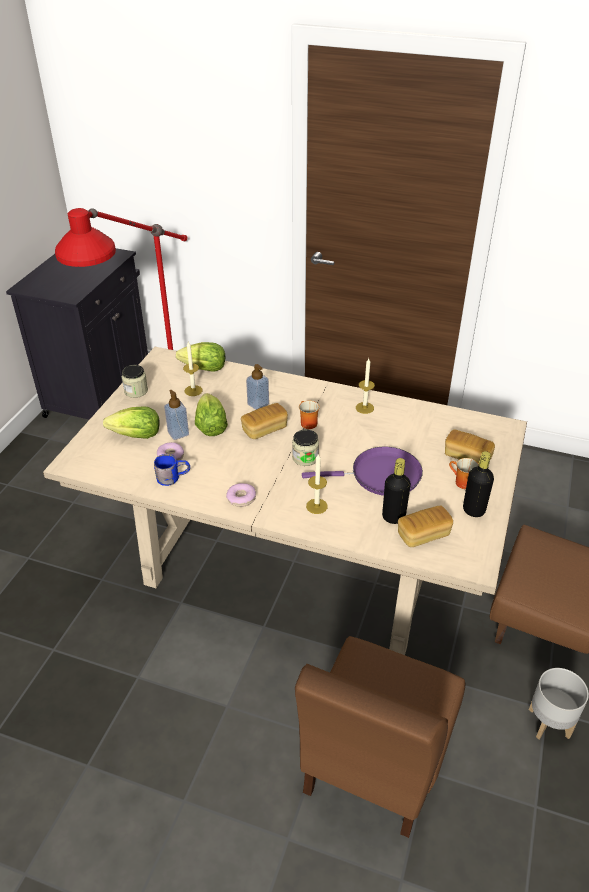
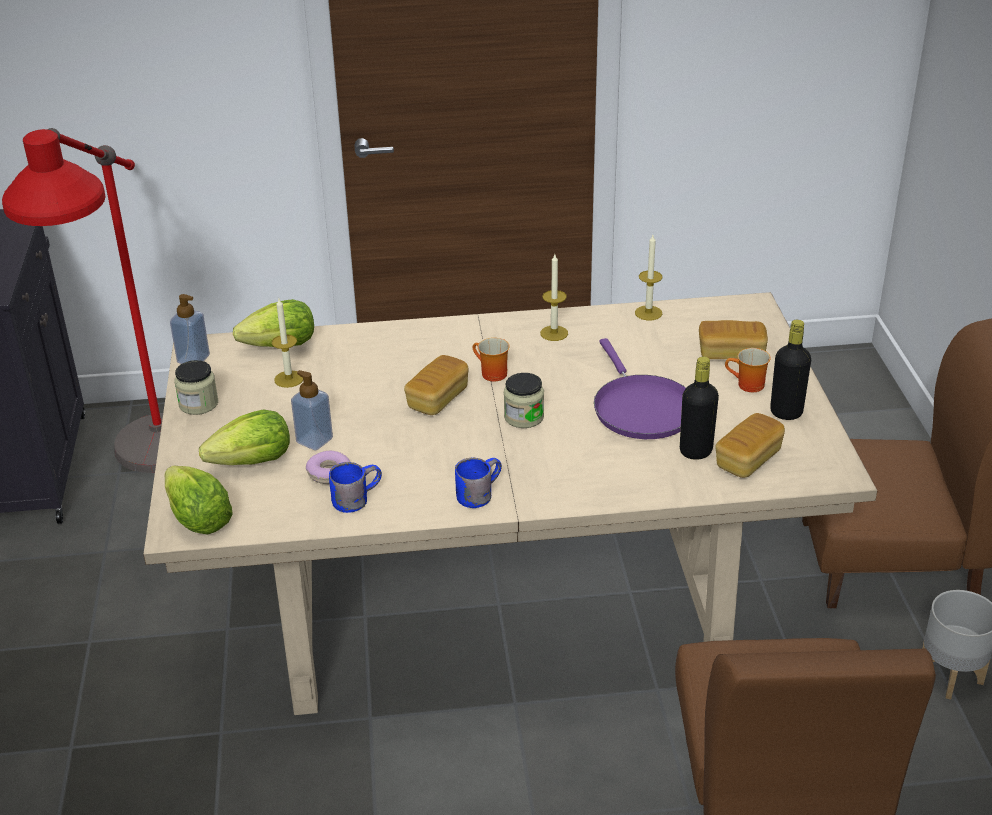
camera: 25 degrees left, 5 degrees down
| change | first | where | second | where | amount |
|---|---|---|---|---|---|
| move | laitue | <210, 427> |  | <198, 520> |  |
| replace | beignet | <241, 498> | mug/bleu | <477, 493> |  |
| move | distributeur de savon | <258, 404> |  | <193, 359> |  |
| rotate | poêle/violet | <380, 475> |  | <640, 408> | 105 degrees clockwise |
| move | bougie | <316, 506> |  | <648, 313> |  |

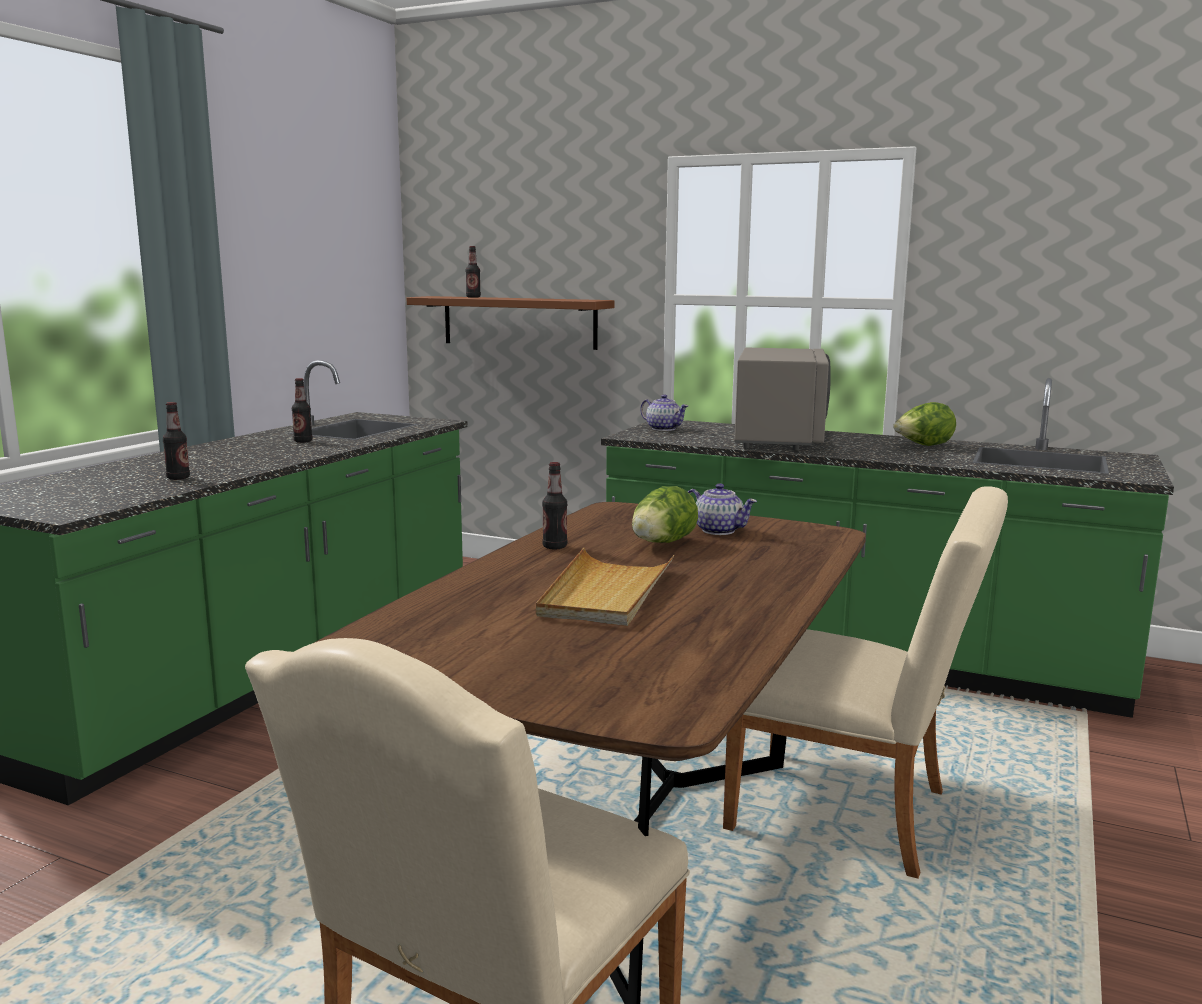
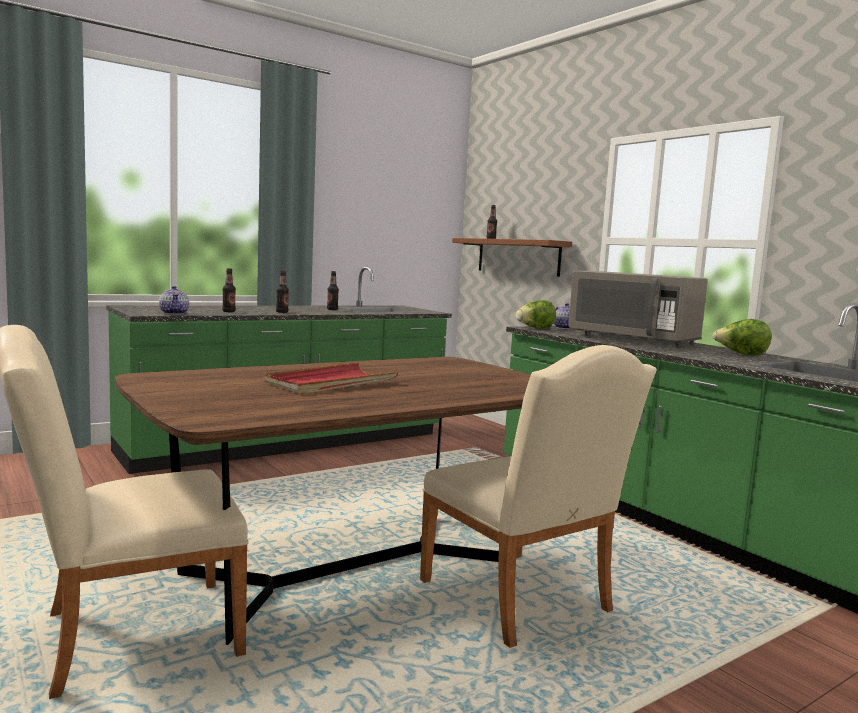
camera: 30 degrees right, 5 degrees down
| change | first | where | second | where | amount |
|---|---|---|---|---|---|
| recolor | plateau/beige | <606, 593> | plateau/rouge | <331, 383> |  |
| move | bouteille | <555, 547> |  | <282, 312> |  |
| move | laitue | <661, 543> |  | <535, 328> |  |
| move | théière | <718, 530> |  | <174, 313> |  |
| rotate | micro-ondes/gris | <778, 439> |  | <633, 339> | 90 degrees clockwise |

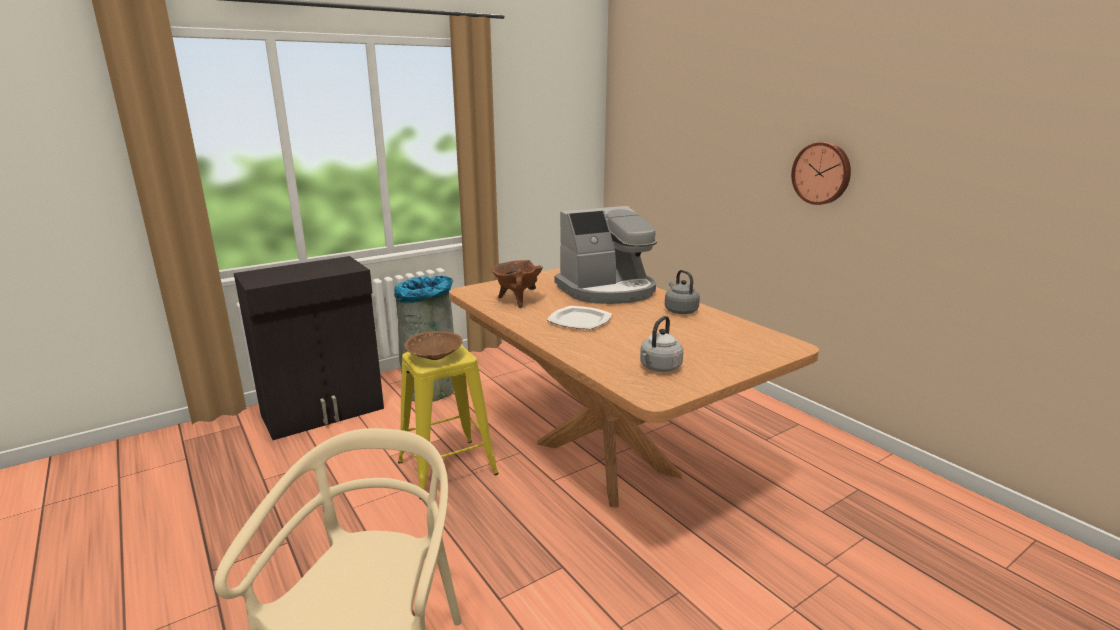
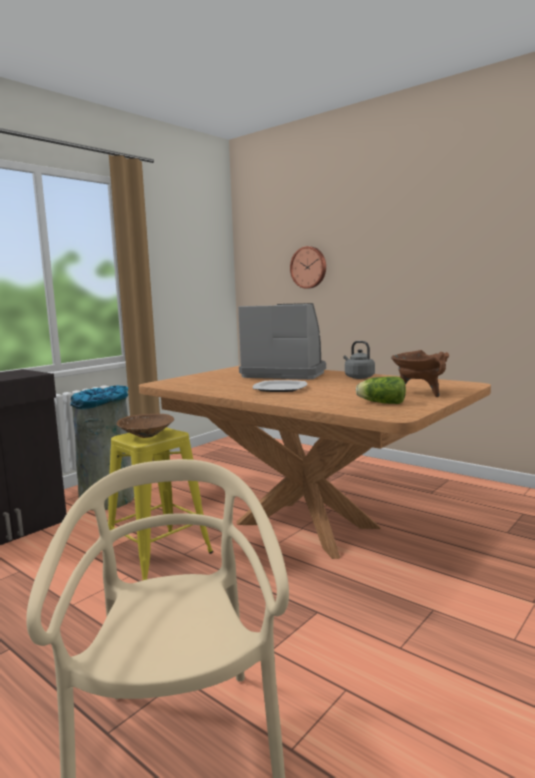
camera: 15 degrees left, 10 degrees down
| change | first | where | second | where | amount |
|---|---|---|---|---|---|
| move | marmite/marron | <517, 301> |  | <420, 393> |  |
| rotate | machine à café | <607, 290> |  | <285, 374> | 120 degrees counterclockwise |
| replace | bouilloire/gris | <659, 368> | laitue | <380, 403> |  |
| move | horloge murale | <822, 173> |  | <309, 267> |  |

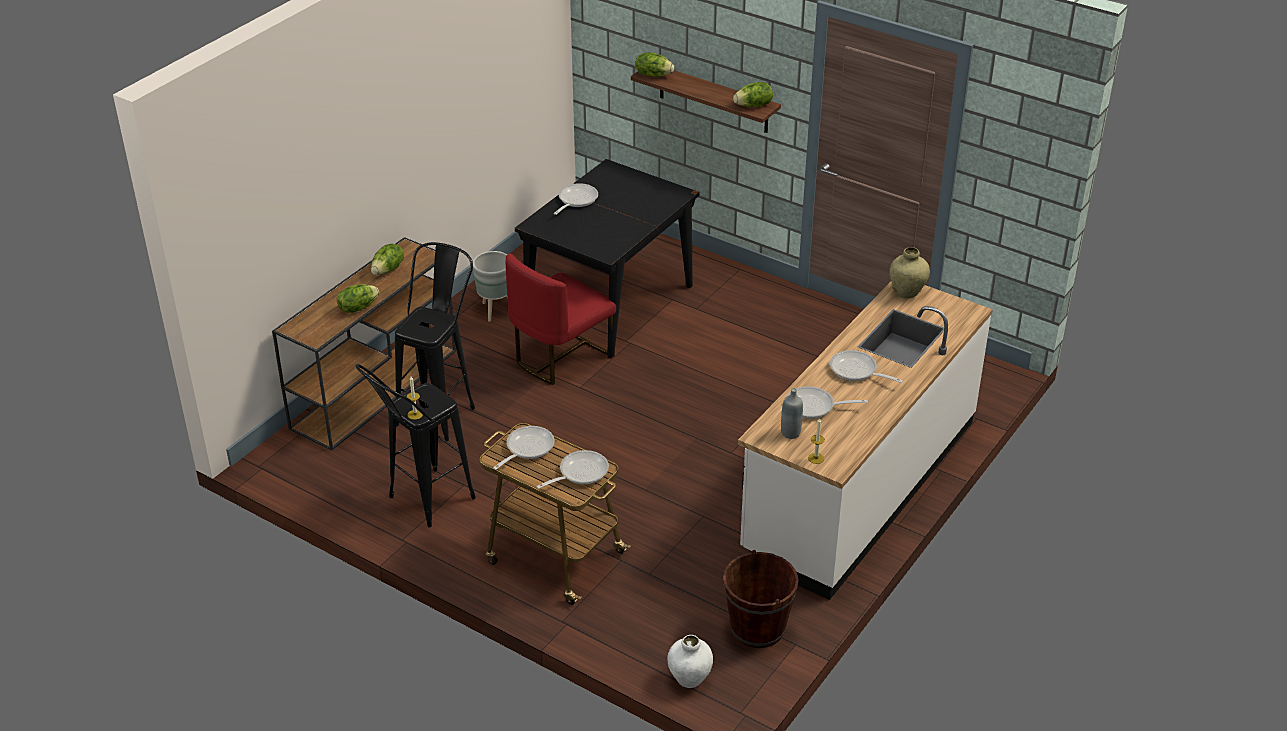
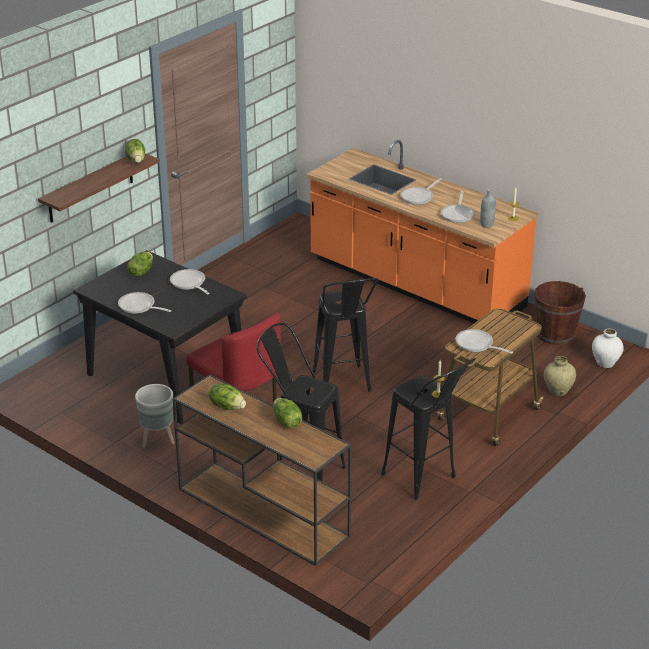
camera: 85 degrees left, 5 degrees down
| change | first | where | second | where | amount |
|---|---|---|---|---|---|
| move | poêle | <579, 473> |  | <189, 284> |  |
| move | laitue | <653, 75> |  | <141, 272> |  |
| recolor | comptoir de cuisine/blanc | <859, 486> | comptoir de cuisine/orange | <415, 284> |  |
| move | vase/beige | <907, 292> |  | <558, 391> |  |
| insert |  |  | tabouret/noir | <344, 388> |  |

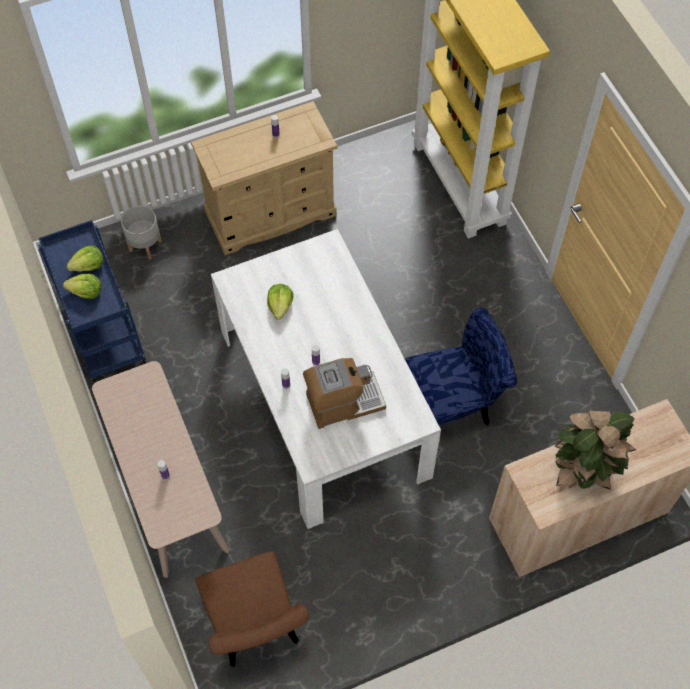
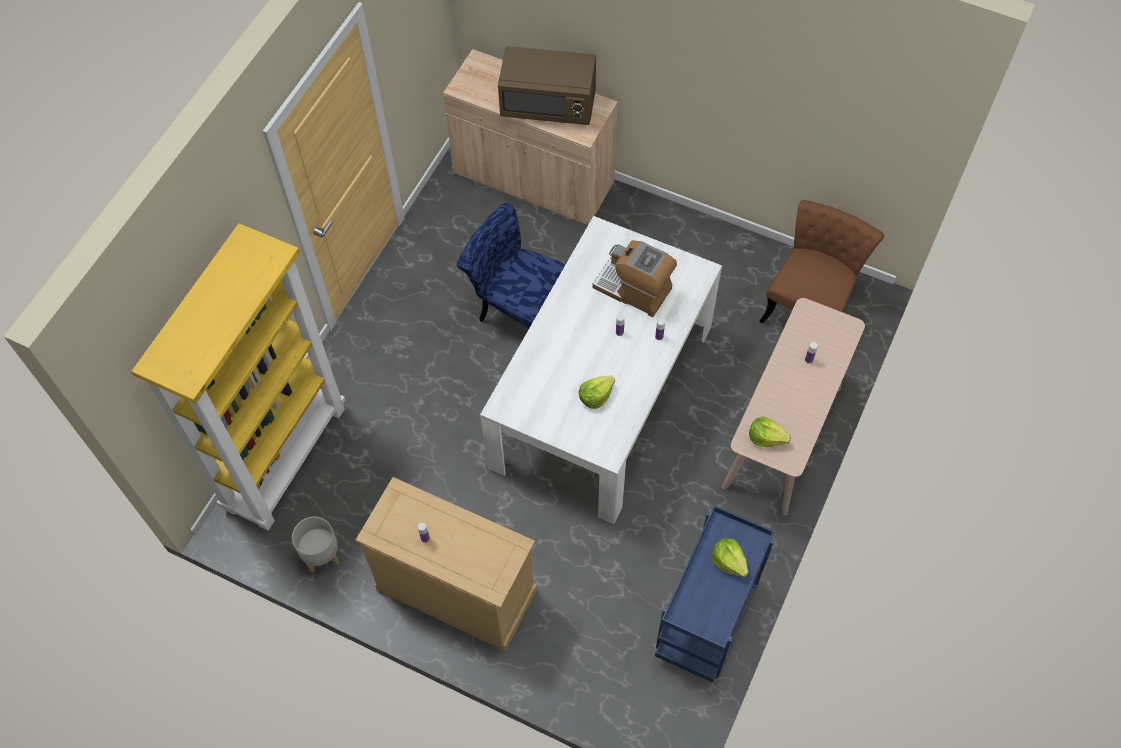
camera: 130 degrees left, 0 degrees up
| change | first | where | second | where | amount |
|---|---|---|---|---|---|
| move | laitue | <88, 266> |  | <766, 437> |  |
| move | cache-pot/gris | <145, 246> |  | <322, 556> |  |
| replace | plante en pot | <583, 470> | micro-ondes/marron | <548, 104> |  |

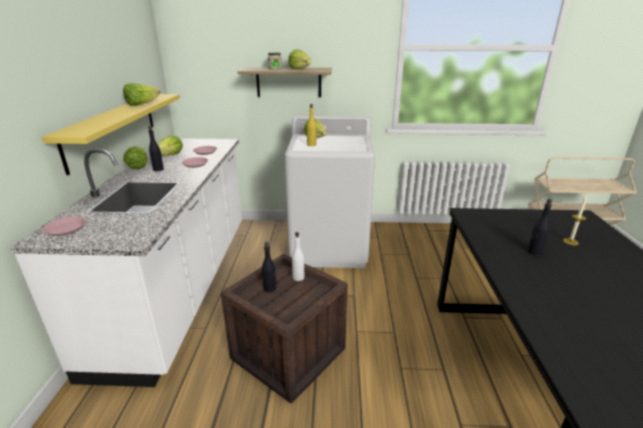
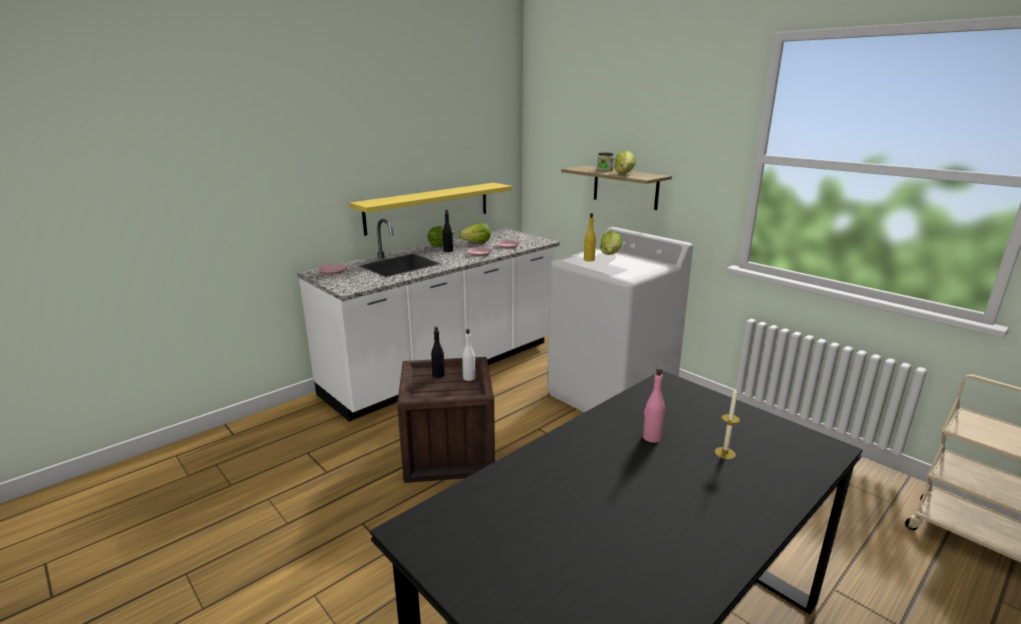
camera: 45 degrees right, 5 degrees down
| change | first | where | second | where | amount |
|---|---|---|---|---|---|
| delete | laitue | <142, 104> |  |  |  |
| recolor | bouteille/noir | <534, 252> | bouteille/rose | <651, 437> |  |

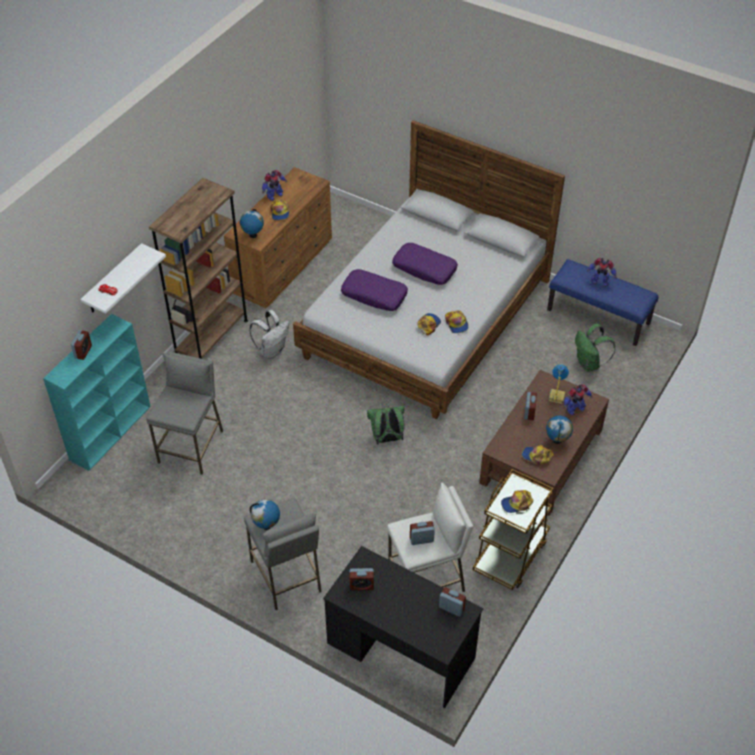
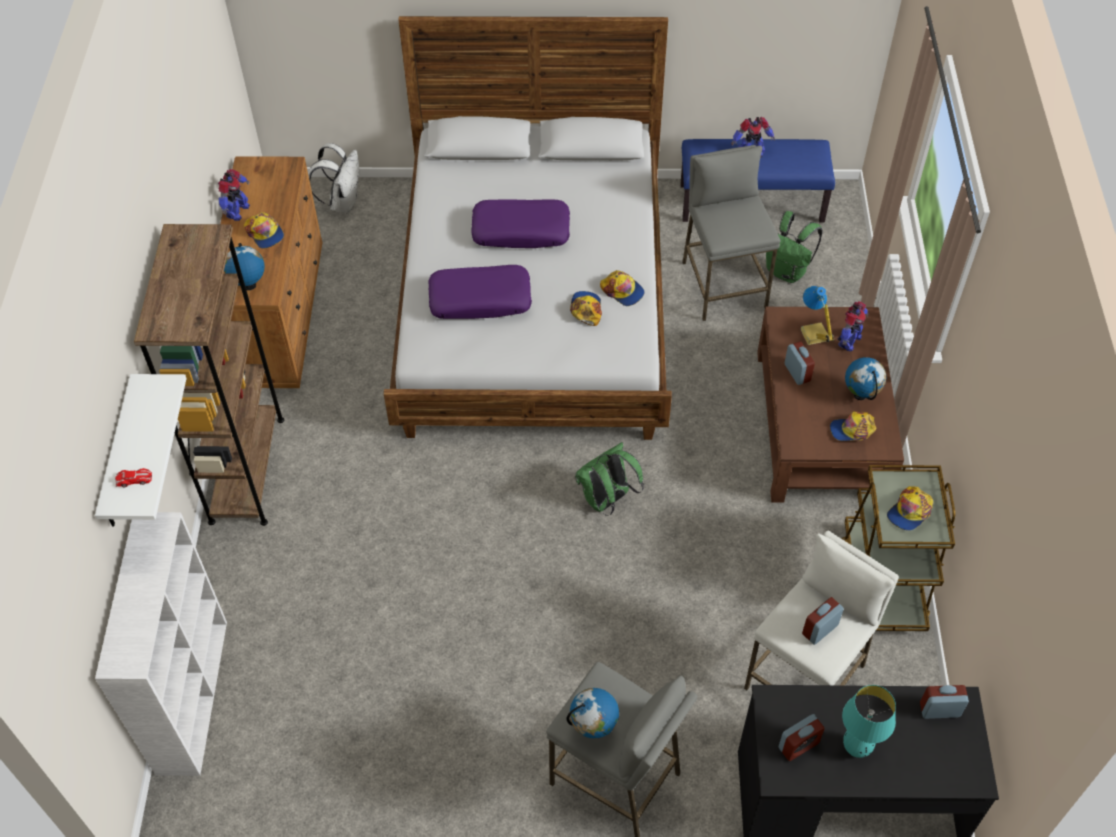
camera: 30 degrees left, 5 degrees up
| change | first | where | second | where | amount |
|---|---|---|---|---|---|
| recolor | bibliothèque/turquoise | <111, 432> | bibliothèque/blanc | <192, 694> |  |
| delete | réveil | <83, 352> |  |  |  |
| move | tabouret/gris | <191, 446> |  | <723, 285> |  |
| move | sac à dos/blanc | <272, 350> |  | <343, 202> |  |
| insert |  |  | lampe de table/turquoise | <856, 748> |  |

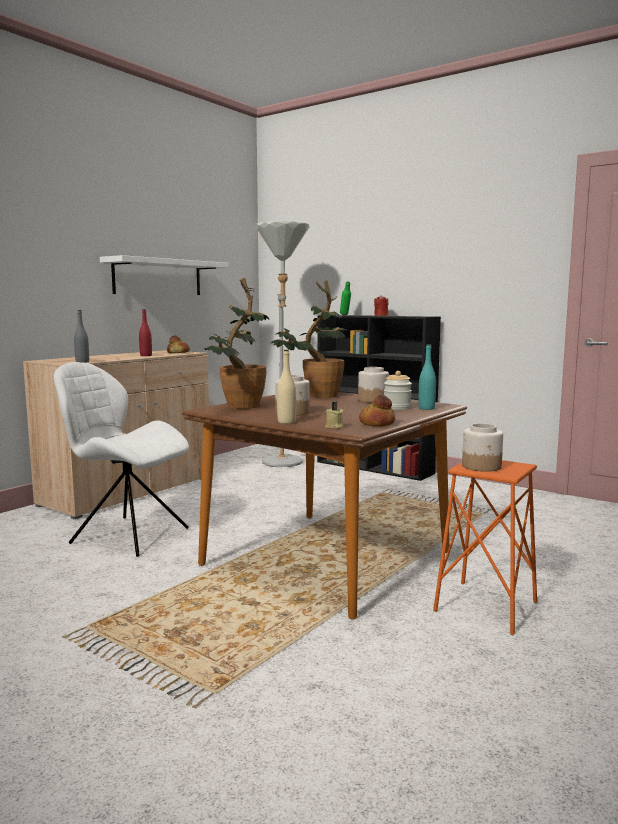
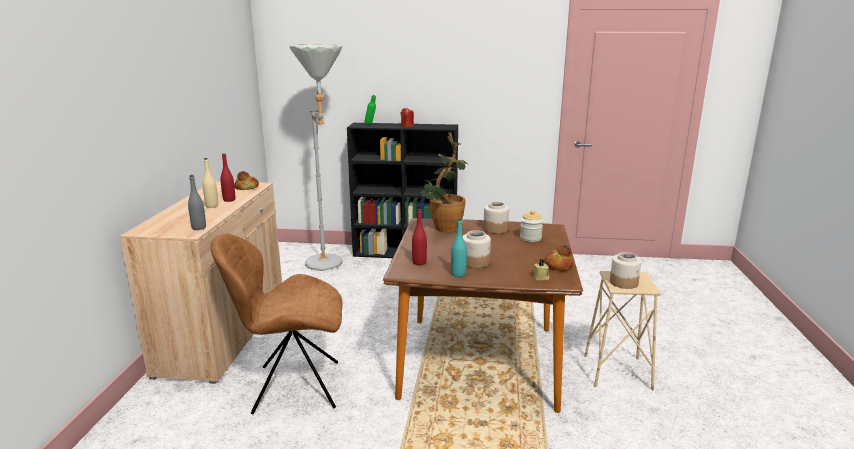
camera: 30 degrees left, 10 degrees up
| change | first | where | second | where | amount |
|---|---|---|---|---|---|
| recolor | chaise/blanc | <127, 535> | chaise/marron | <293, 387> |  |
| delete | étagère/blanc | <158, 277> |  |  |  |
| replace | plante en pot | <238, 407> | bouteille/rouge | <419, 262> |  |
| move | bouteille/beige | <286, 422> |  | <212, 206> |  |
| move | bouteille/turquoise | <426, 408> |  | <458, 274> |  |
| recolor | tabouret/orange | <485, 607> | tabouret/beige | <617, 372> |  |

